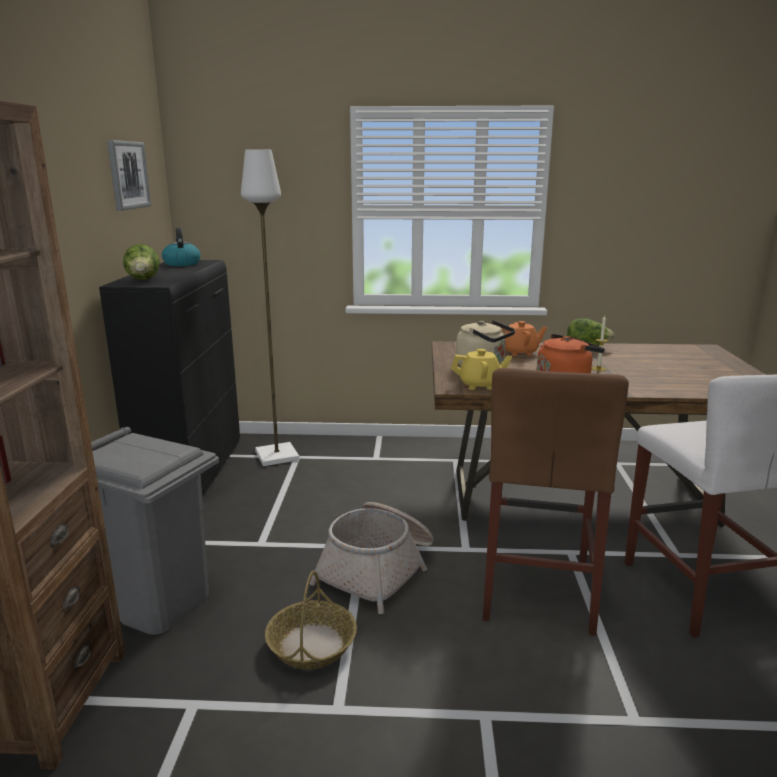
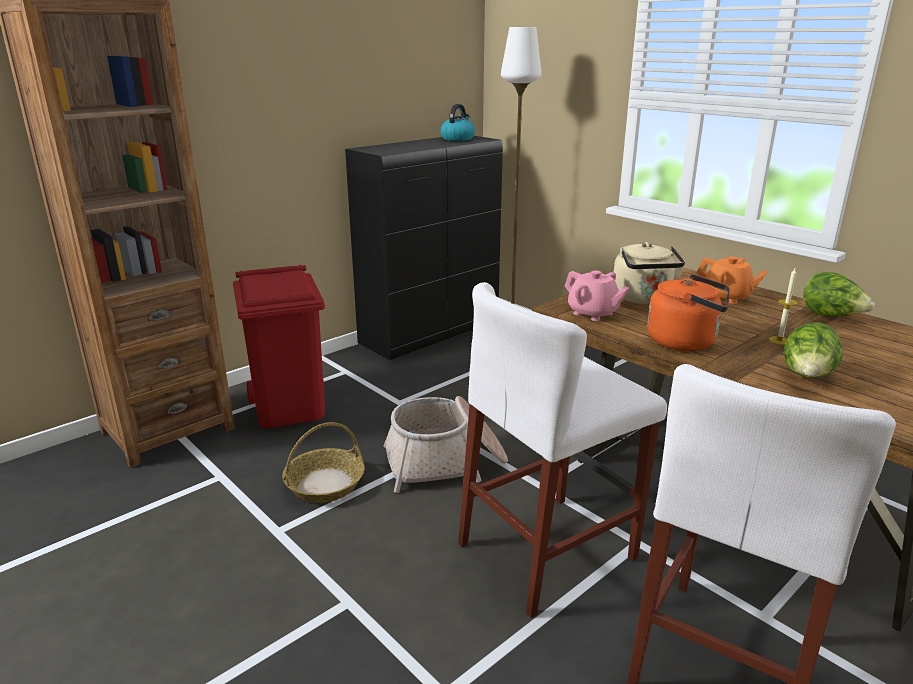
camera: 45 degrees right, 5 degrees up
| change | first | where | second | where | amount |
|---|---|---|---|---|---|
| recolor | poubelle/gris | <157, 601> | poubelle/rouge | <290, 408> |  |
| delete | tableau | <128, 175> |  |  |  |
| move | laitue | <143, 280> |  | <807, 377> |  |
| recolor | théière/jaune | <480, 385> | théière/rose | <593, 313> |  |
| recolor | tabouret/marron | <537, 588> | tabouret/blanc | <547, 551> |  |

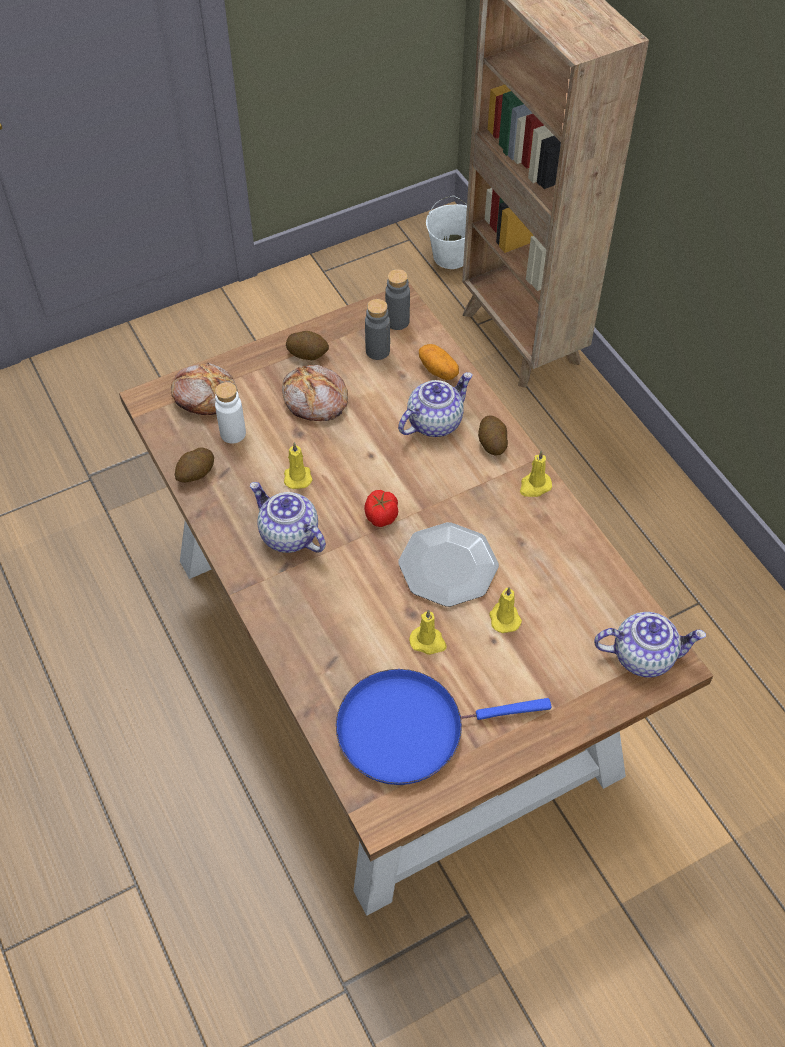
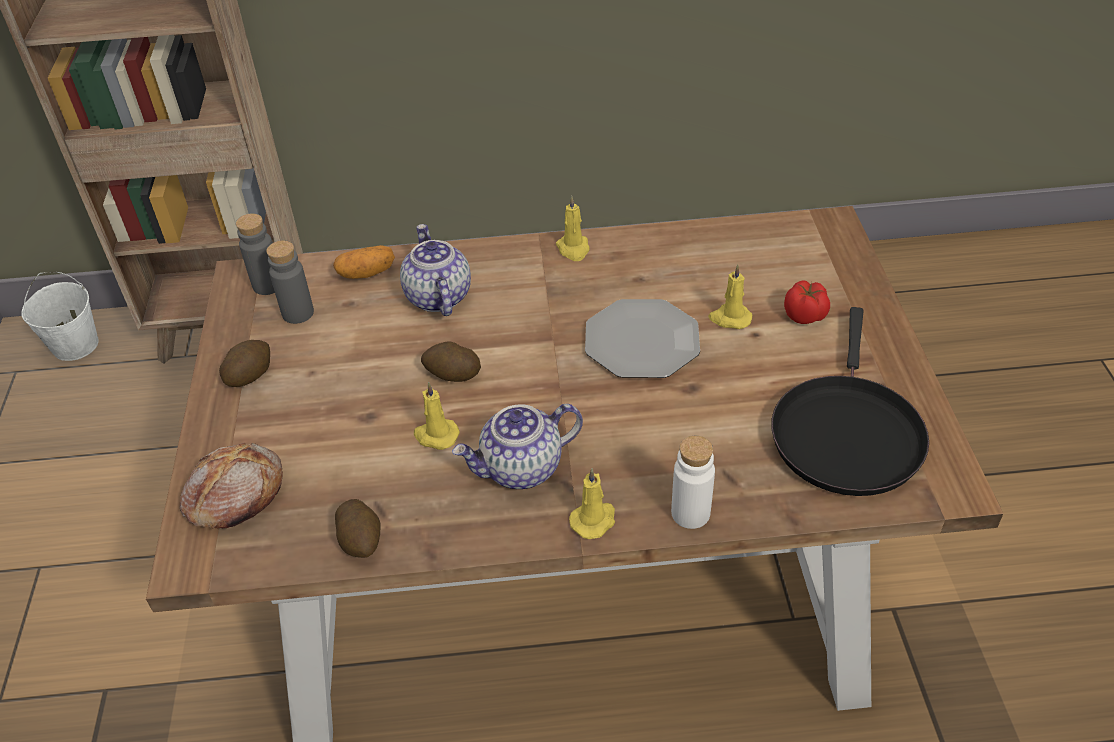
camera: 65 degrees left, 10 degrees down
| change | first | where | second | where | amount |
|---|---|---|---|---|---|
| move | bouteille/blanc | <233, 433> |  | <690, 513> |  |
| delete | pain | <314, 401> |  |  |  |
| recolor | poêle/bleu | <409, 729> | poêle/noir | <845, 433> |  |
| move | tomate | <381, 517> |  | <805, 316> |  |
| move | bougie/jaune | <428, 642> |  | <594, 520> |  |
| move | pomme de terre | <492, 443> |  | <452, 375> |  |
| delete | théière | <643, 655> |  |  |  |

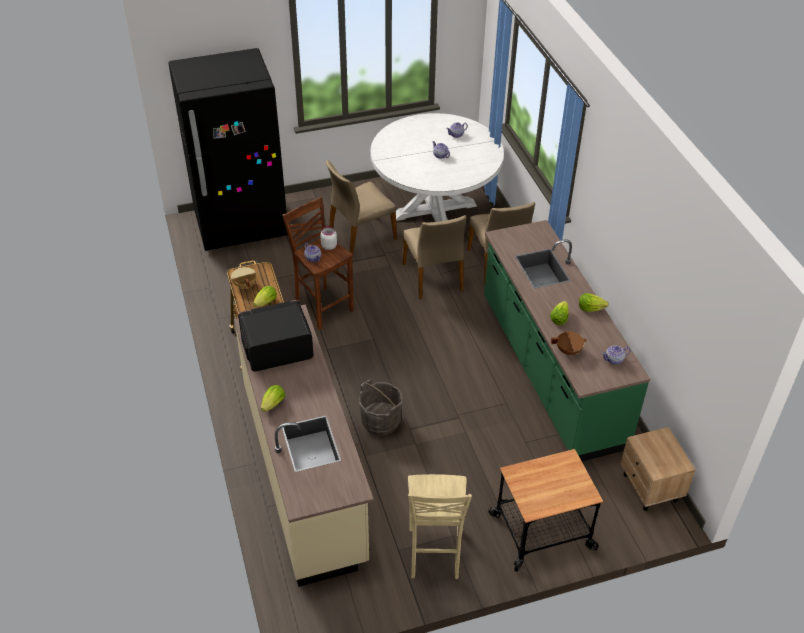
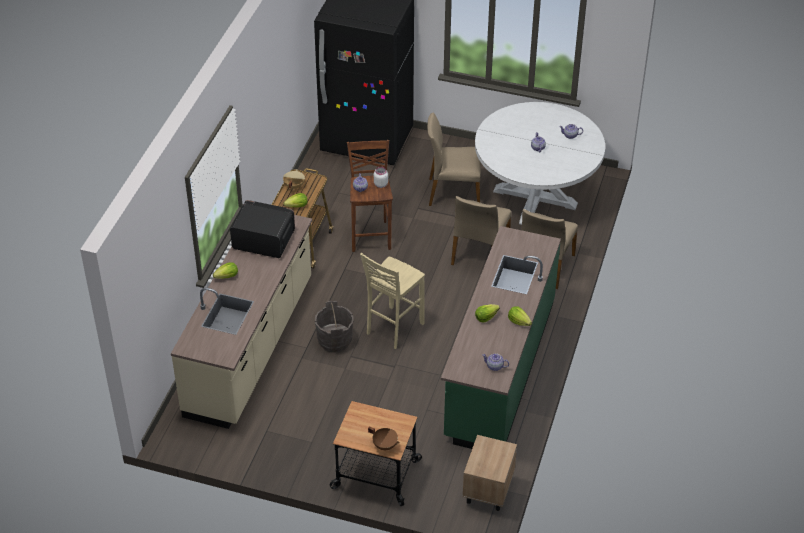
camera: 35 degrees right, 0 degrees up
| change | first | where | second | where | amount |
|---|---|---|---|---|---|
| move | tabouret/beige | <434, 555> |  | <393, 329> |  |
| move | marmite/marron | <568, 350> |  | <385, 445> |  |

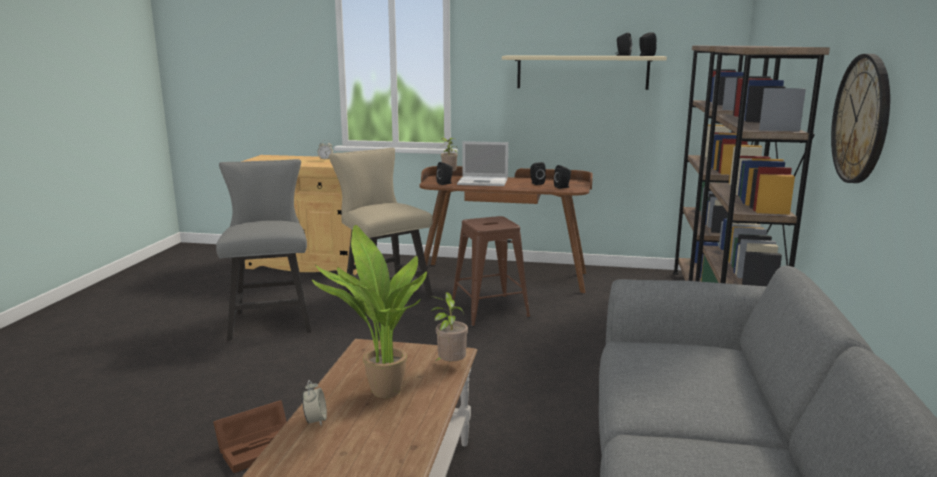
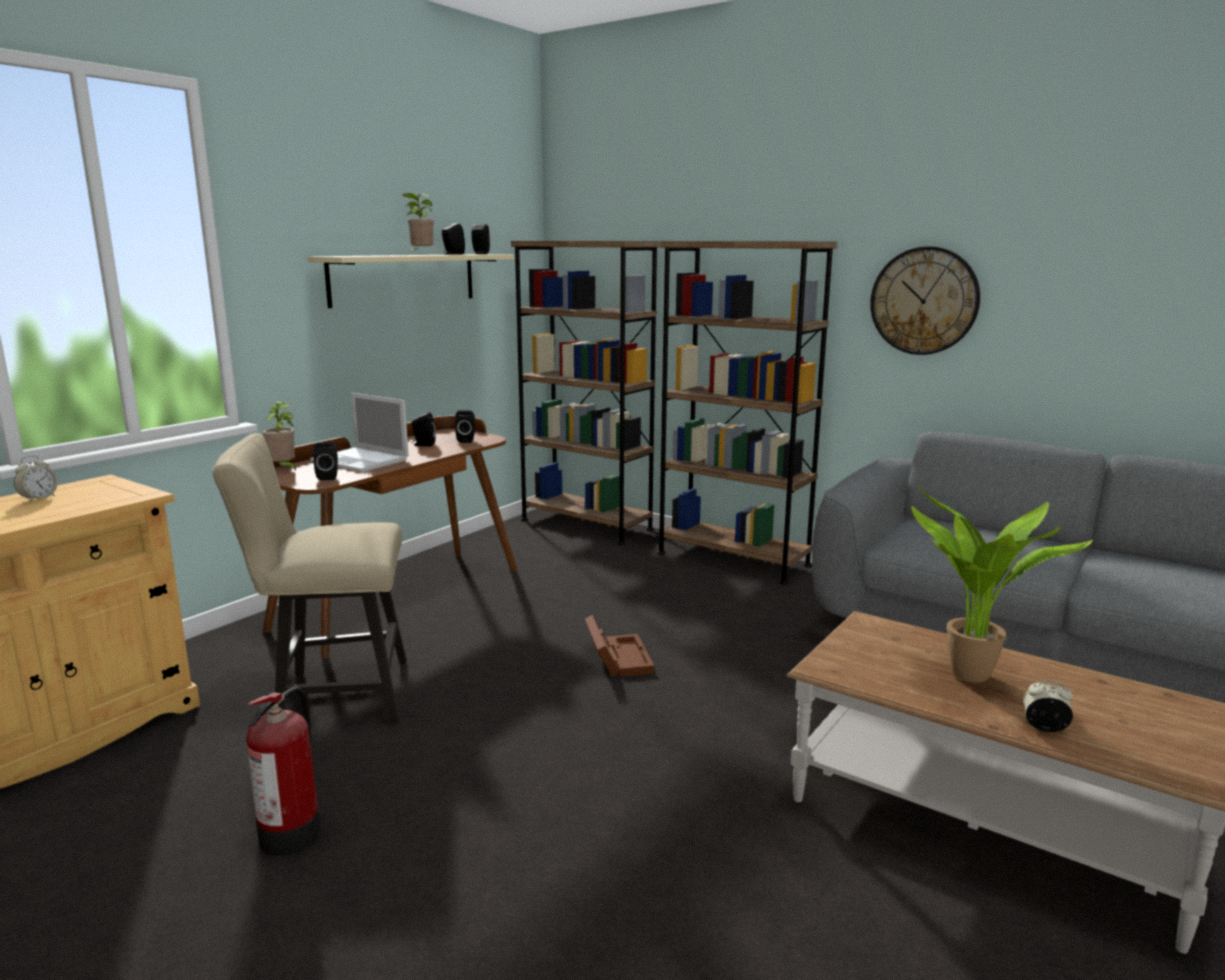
camera: 65 degrees left, 0 degrees up
| change | first | where | second | where | amount |
|---|---|---|---|---|---|
| move | boîte de rangement/marron | <260, 446> |  | <617, 658> |  |
| replace | chaise/gris | <271, 319> | extincteur | <292, 833> |  |
| move | plante en pot | <450, 365> |  | <421, 254> |  |
| delete | tabouret/marron | <489, 310> |  |  |  |
| rotate | ordinateur portable | <484, 182> |  | <361, 460> | 90 degrees clockwise |

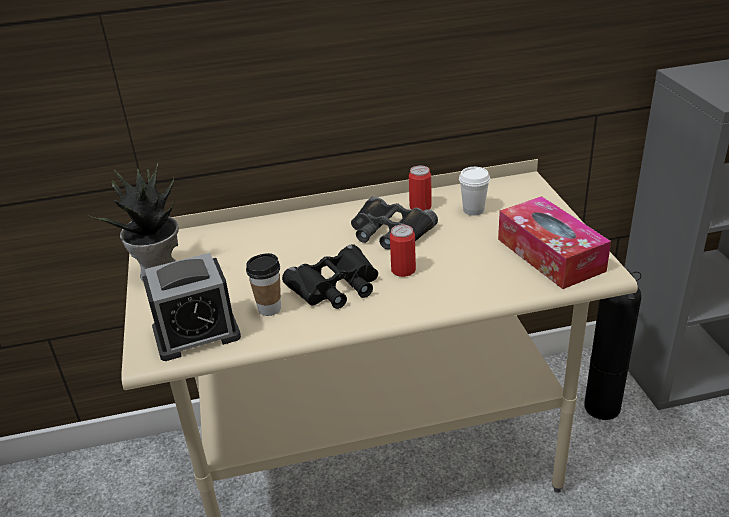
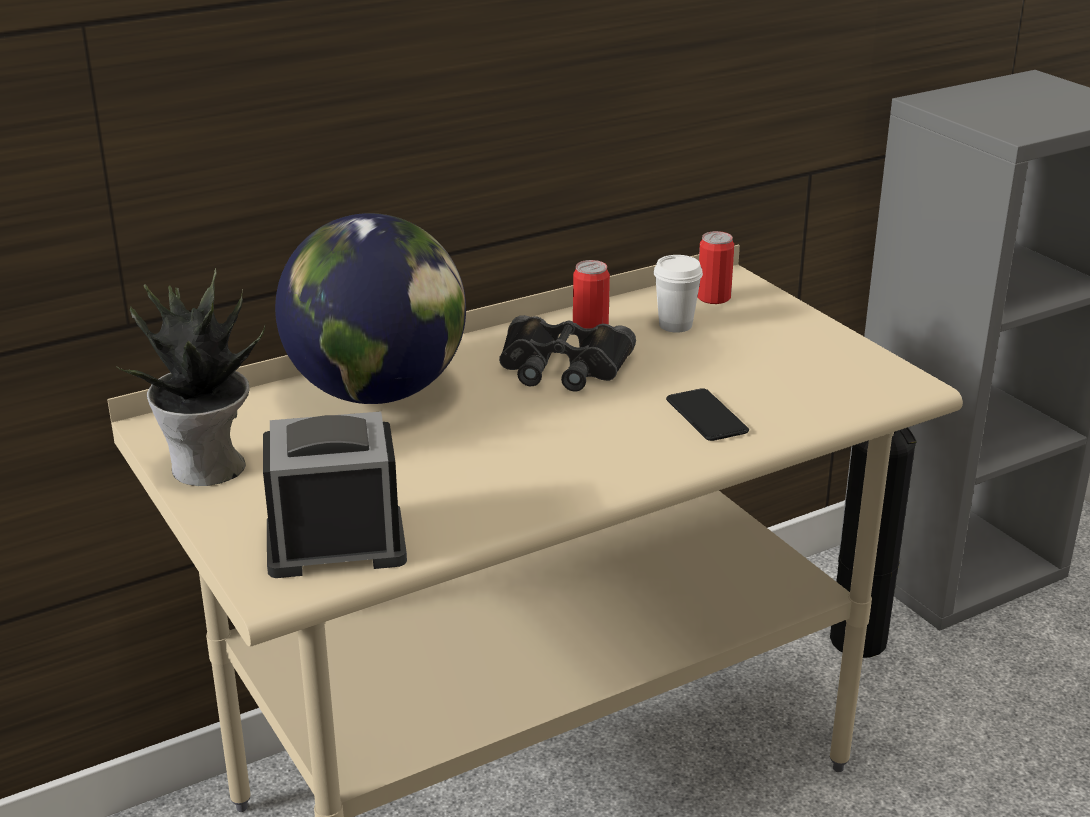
camera: 20 degrees left, 5 degrees down
| change | first | where | second | where | amount |
|---|---|---|---|---|---|
| rotate | réveil | <196, 333> |  | <336, 544> | 150 degrees counterclockwise |
| delete | tasse | <269, 308> |  |  |  |
| delete | jumelles/noir | <336, 286> |  |  |  |
| move | boîte métallique | <403, 270> |  | <713, 297> |  |
| delete | boîte à mouchoirs | <550, 255> |  |  |  |
| insert |  |  | globe | <377, 393> |  |
| insert |  |  | téléphone | <706, 416> |  |

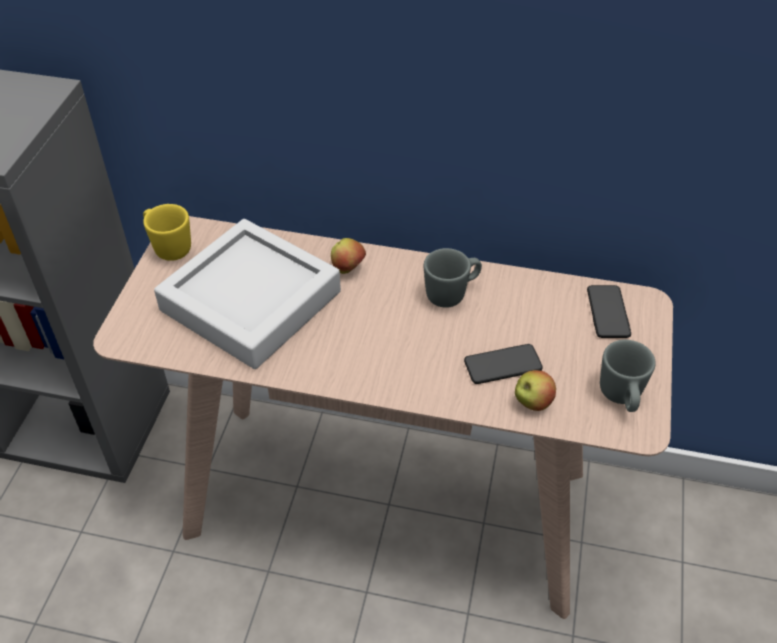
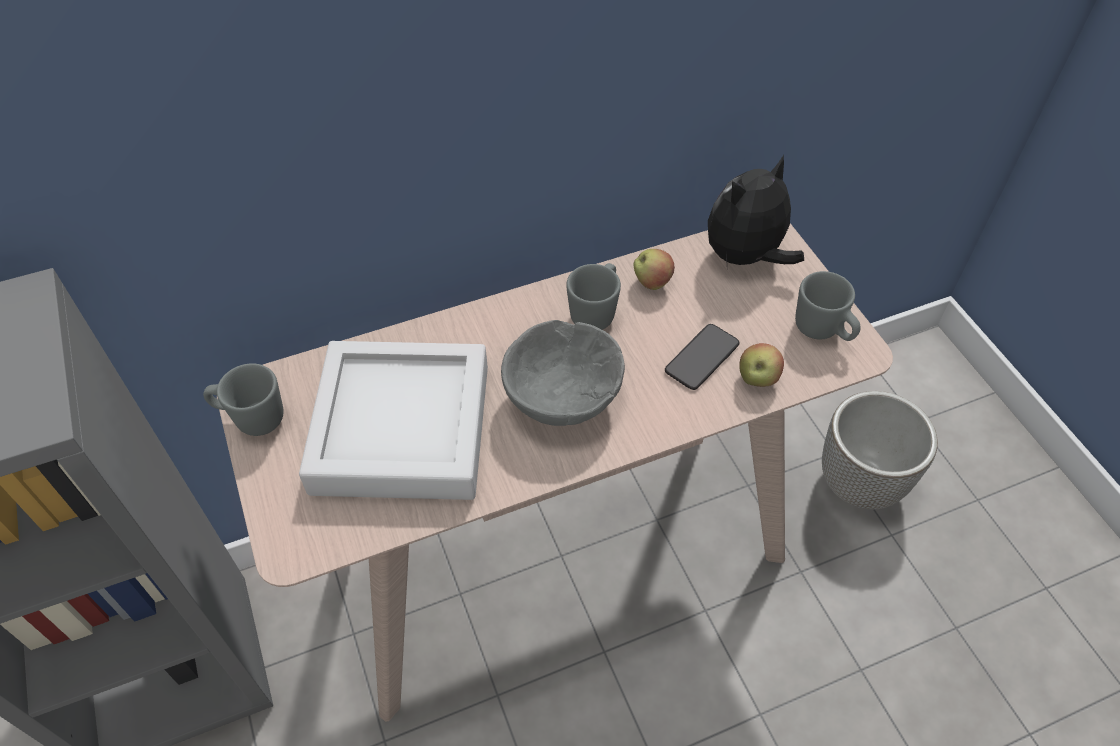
camera: 35 degrees left, 5 degrees up
| change | first | where | second | where | amount |
|---|---|---|---|---|---|
| recolor | mug/jaune | <168, 247> | mug/gris | <251, 418> |  |
| move | pomme | <348, 268> |  | <652, 282> |  |
| replace | téléphone | <608, 312> | peluche | <745, 257> |  |
| insert |  |  | bol/gris | <562, 397> |  |
| insert |  |  | cache-pot | <858, 484> |  |

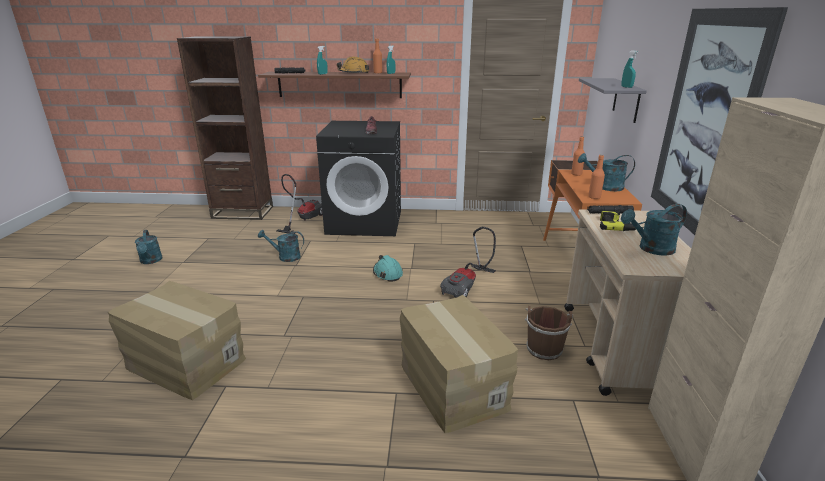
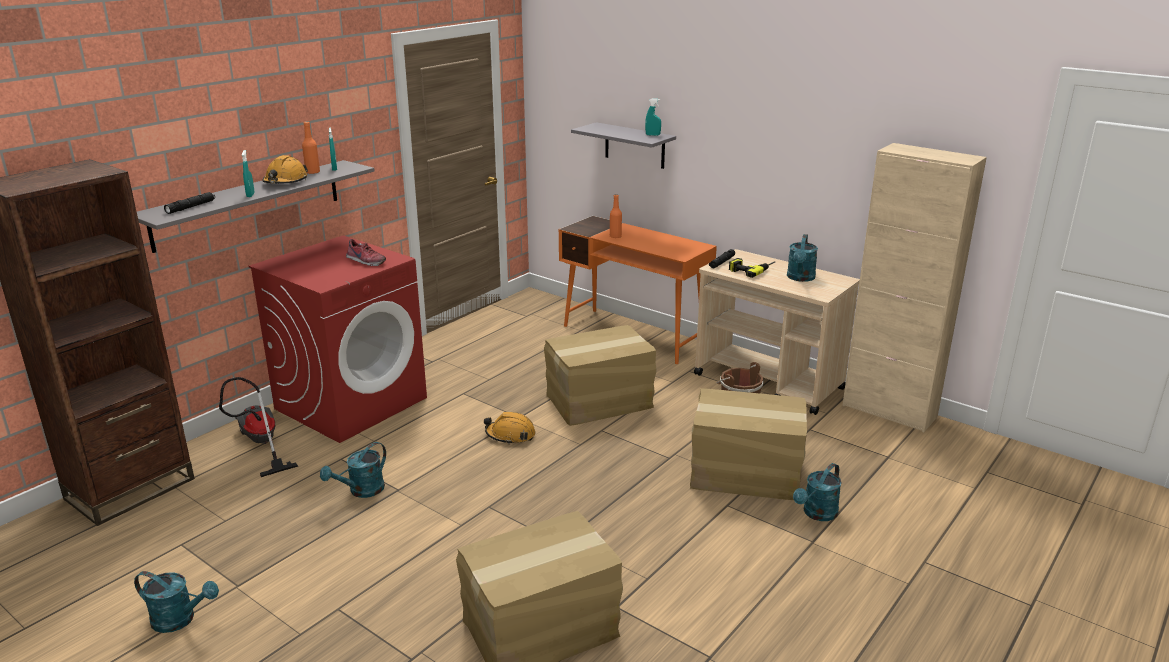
camera: 55 degrees left, 0 degrees up
| change | first | where | second | where | amount |
|---|---|---|---|---|---|
| recolor | étagère/marron | <339, 84> | étagère/gris | <248, 204> |  |
| recolor | lave-linge/noir | <365, 222> | lave-linge/rouge | <351, 403> |  |
| recolor | casque de chantier/turquoise | <387, 273> | casque de chantier/orange | <510, 435> |  |
| replace | aspirateur | <468, 286> | carton | <599, 402> |  |
| move | arrosoir/turquoise | <605, 187> |  | <817, 514> |  |
| delete | bouteille/orange | <594, 197> |  |  |  |
| delete | tableau | <705, 123> |  |  |  |

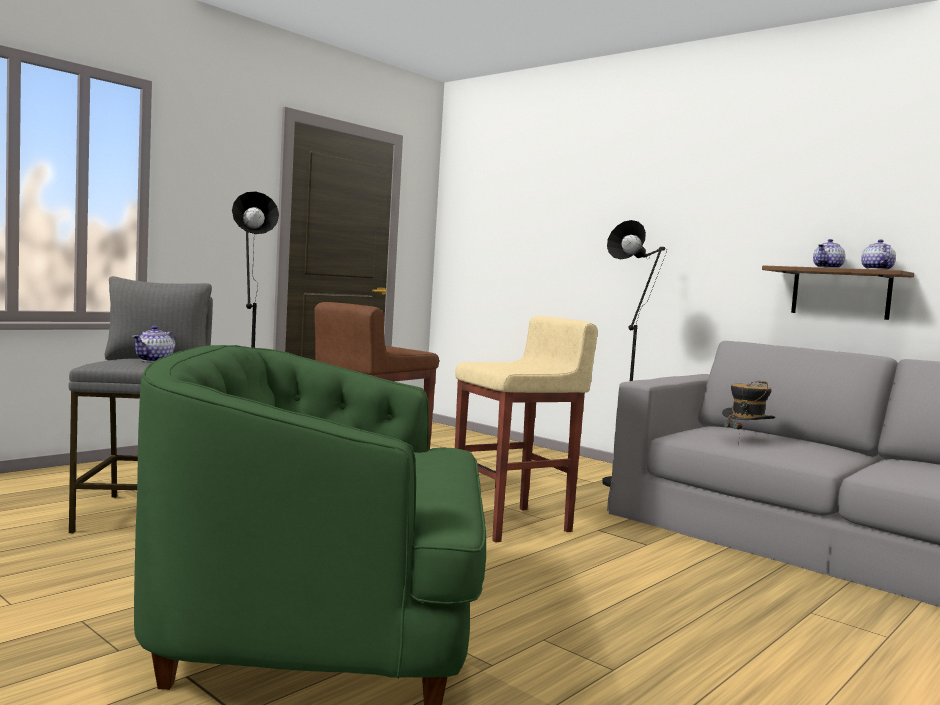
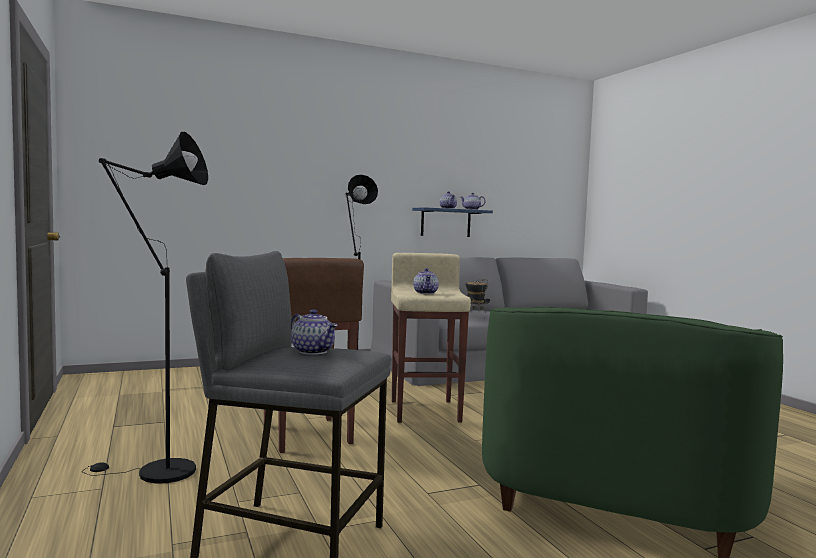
camera: 65 degrees left, 0 degrees up
| change | first | where | second | where | amount |
|---|---|---|---|---|---|
| recolor | étagère/marron | <840, 293> | étagère/bleu | <445, 222> |  |
| insert |  |  | théière | <426, 293> |  |

